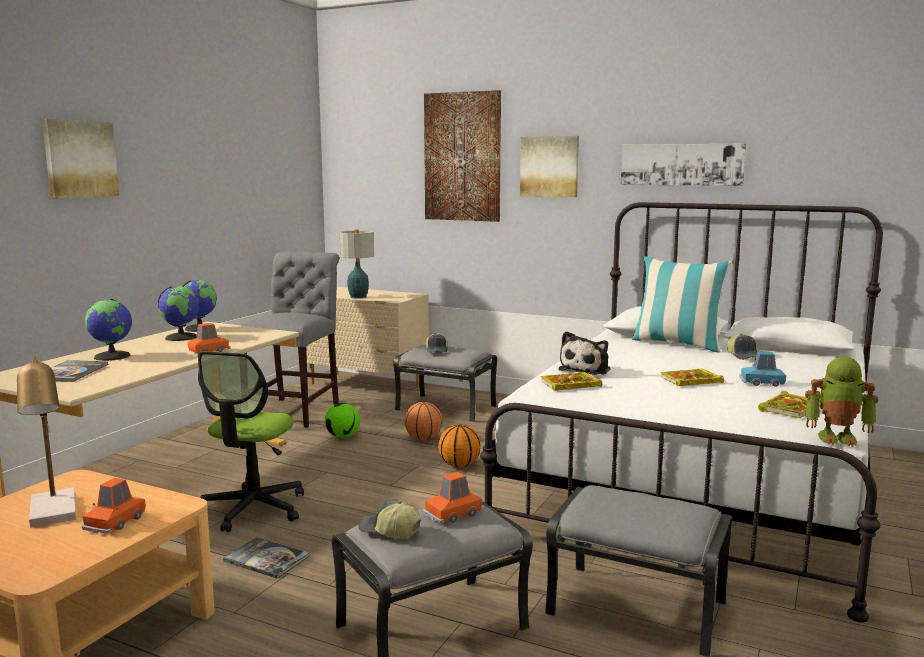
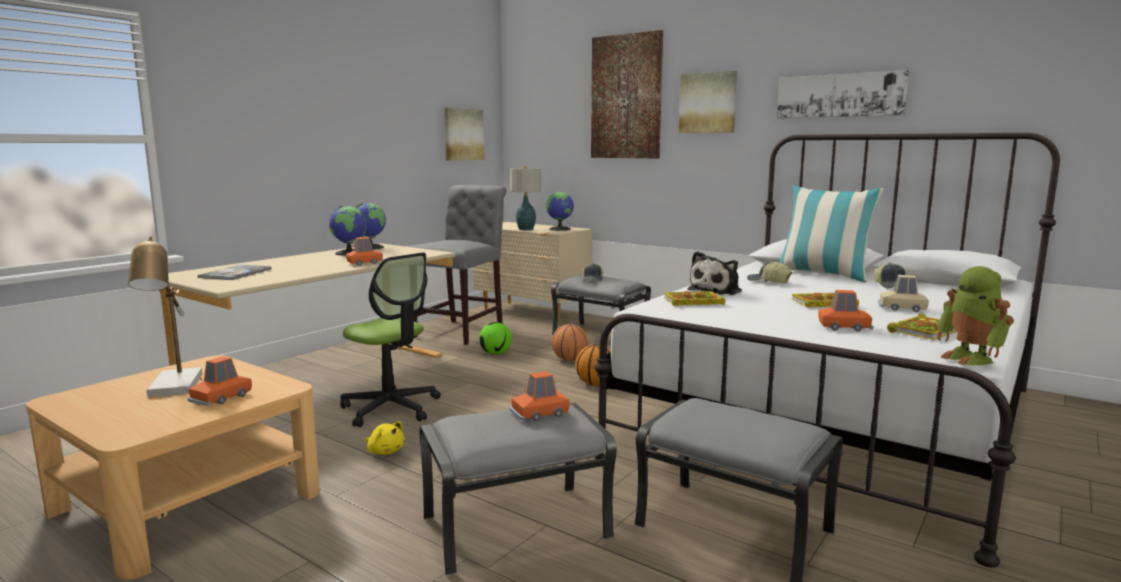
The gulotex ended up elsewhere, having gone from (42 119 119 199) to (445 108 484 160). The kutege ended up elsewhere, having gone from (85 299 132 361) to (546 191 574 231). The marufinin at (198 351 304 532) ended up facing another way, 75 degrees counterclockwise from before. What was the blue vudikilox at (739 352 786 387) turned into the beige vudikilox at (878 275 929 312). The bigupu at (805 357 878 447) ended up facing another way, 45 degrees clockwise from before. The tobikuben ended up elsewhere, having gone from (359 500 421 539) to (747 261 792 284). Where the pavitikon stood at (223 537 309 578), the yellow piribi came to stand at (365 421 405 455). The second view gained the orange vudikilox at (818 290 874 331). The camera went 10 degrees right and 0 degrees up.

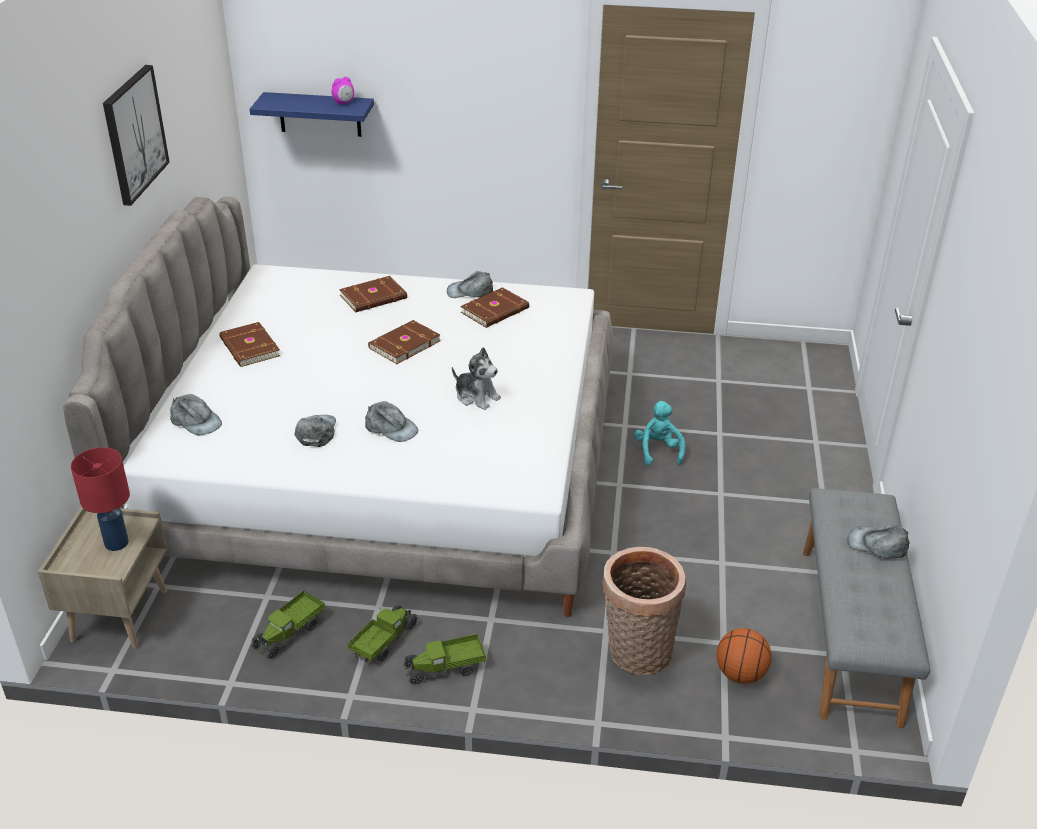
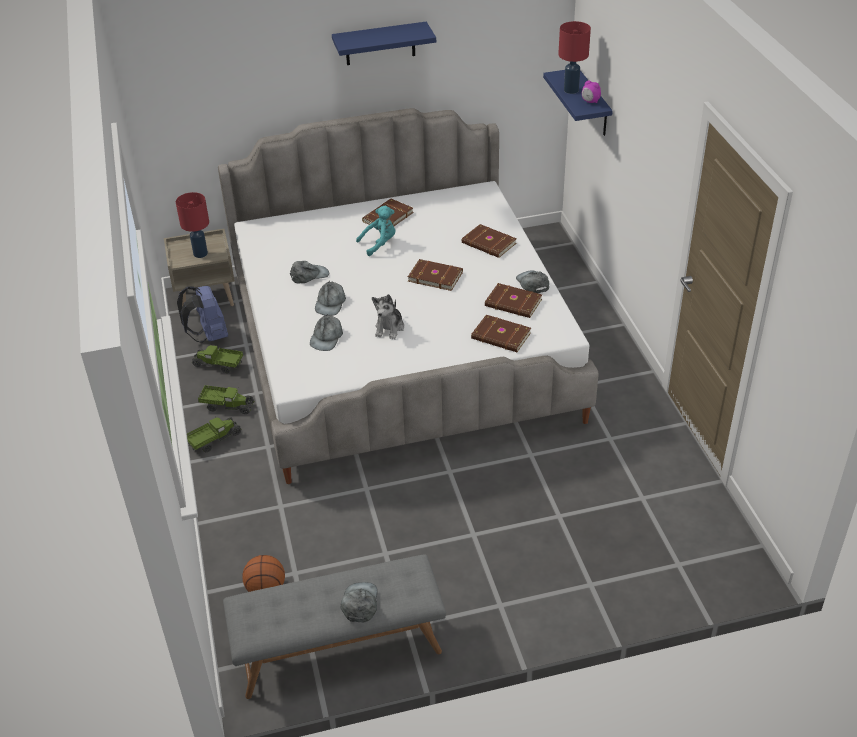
Where the gulotex hung at (103 65 170 206), the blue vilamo came to hang at (332 22 436 65). The grey tobikuben ended up elsewhere, having gone from (170 394 222 436) to (310 314 343 351). The turquoise piribi ended up elsewhere, having gone from (634 401 685 465) to (356 206 395 256). The second view lost the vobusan at (602 547 686 675). The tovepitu at (403 634 486 685) ended up facing another way, 90 degrees clockwise from before. The second view gained the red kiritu at (558 21 591 94). The second view gained the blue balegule at (177 286 228 343). The second view gained the brown pavitikon at (471 315 531 352). The camera went 70 degrees right and 5 degrees up.

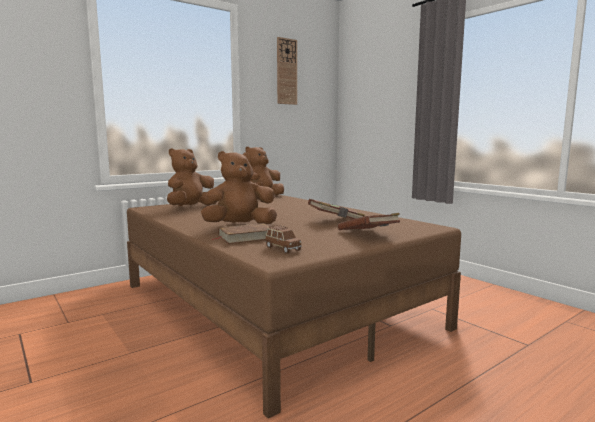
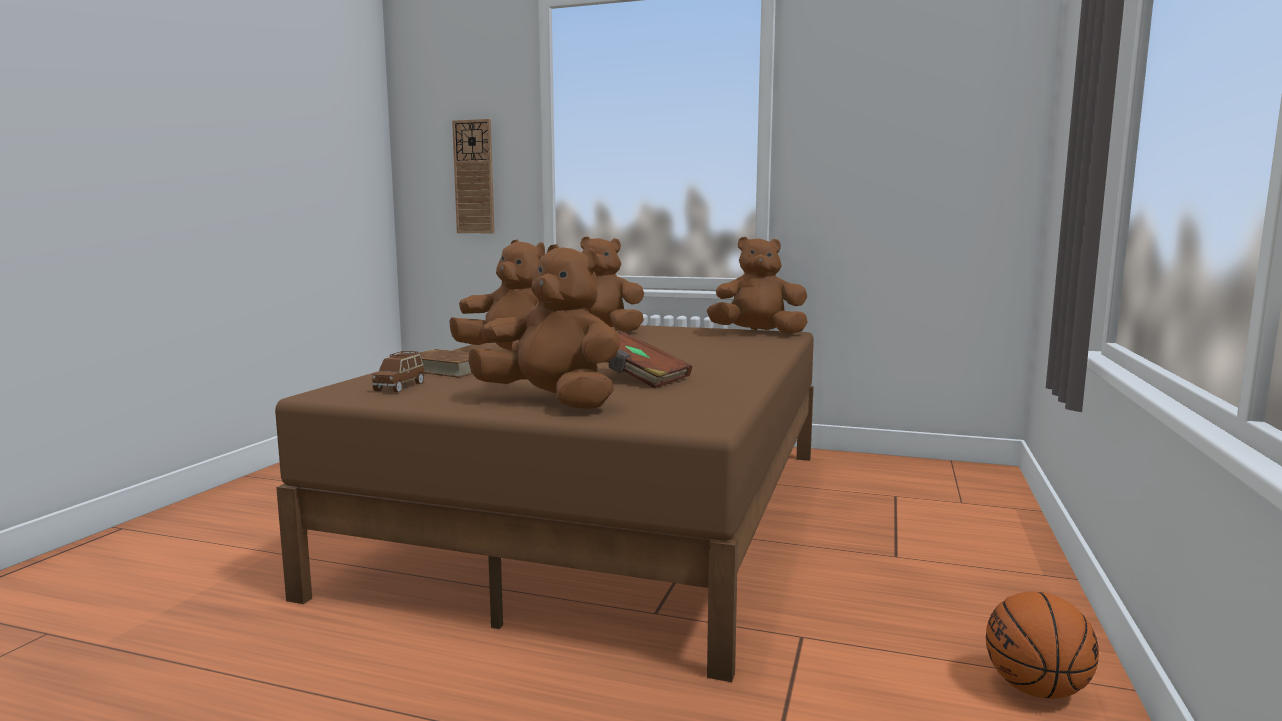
The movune ended up elsewhere, having gone from (277 37 297 105) to (452 119 495 233). Where the brown pavitikon stood at (338 213 400 230), the brown piribi came to stand at (468 244 620 409). The second view gained the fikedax at (986 592 1099 699). The camera went 55 degrees right and 0 degrees up.

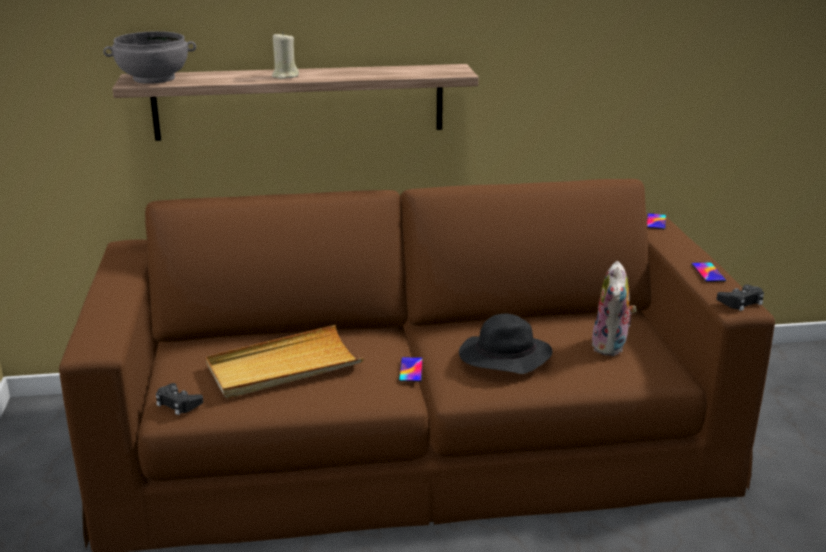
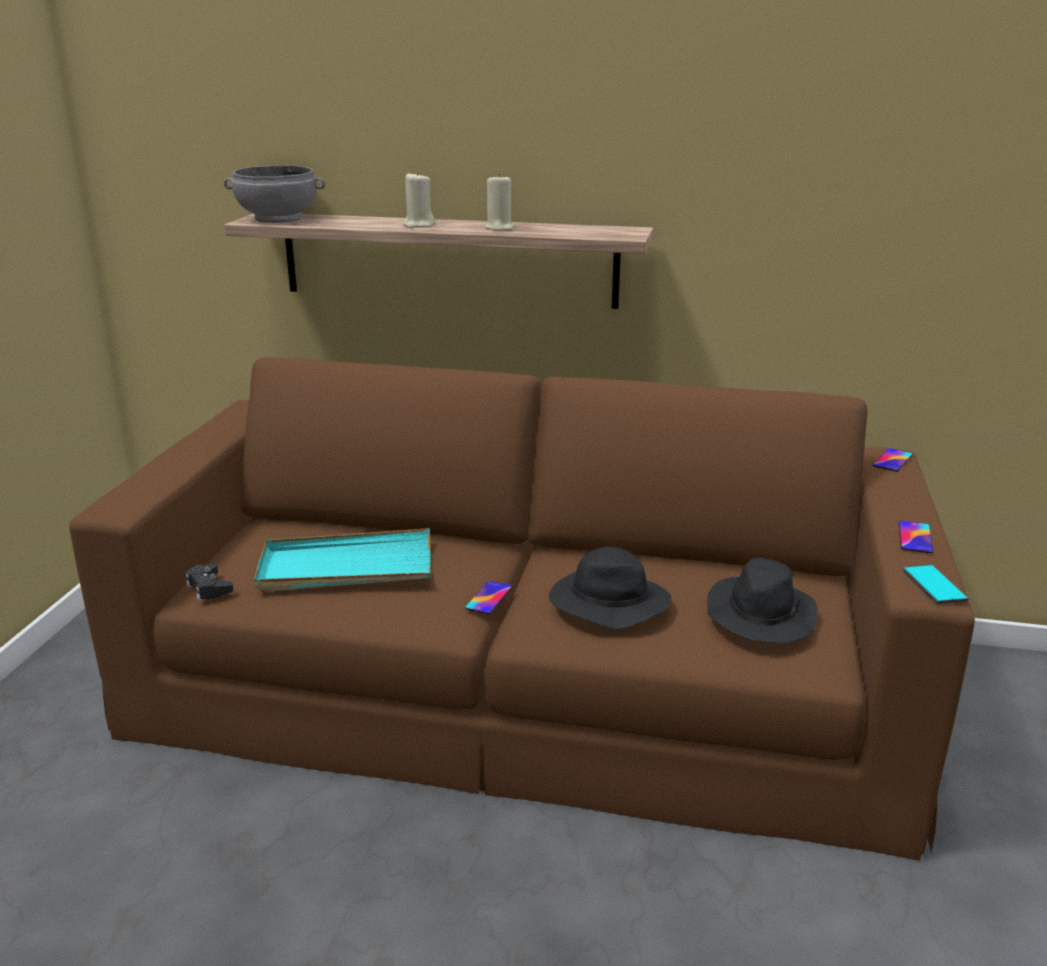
Where the piribi stood at (591 261 637 356), the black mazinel came to stand at (707 558 817 644). Where the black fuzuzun stood at (717 284 764 311), the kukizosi came to stand at (902 564 969 604). What was the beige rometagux at (206 325 364 398) turned into the turquoise rometagux at (254 528 431 592). The second view gained the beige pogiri at (485 173 515 231). The camera went 20 degrees right and 0 degrees up.

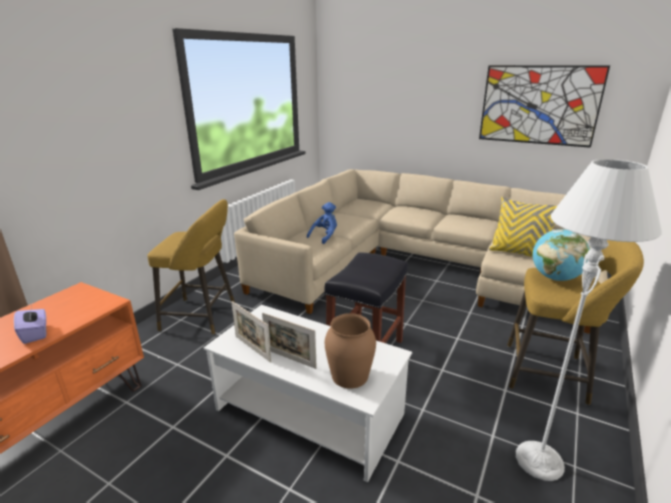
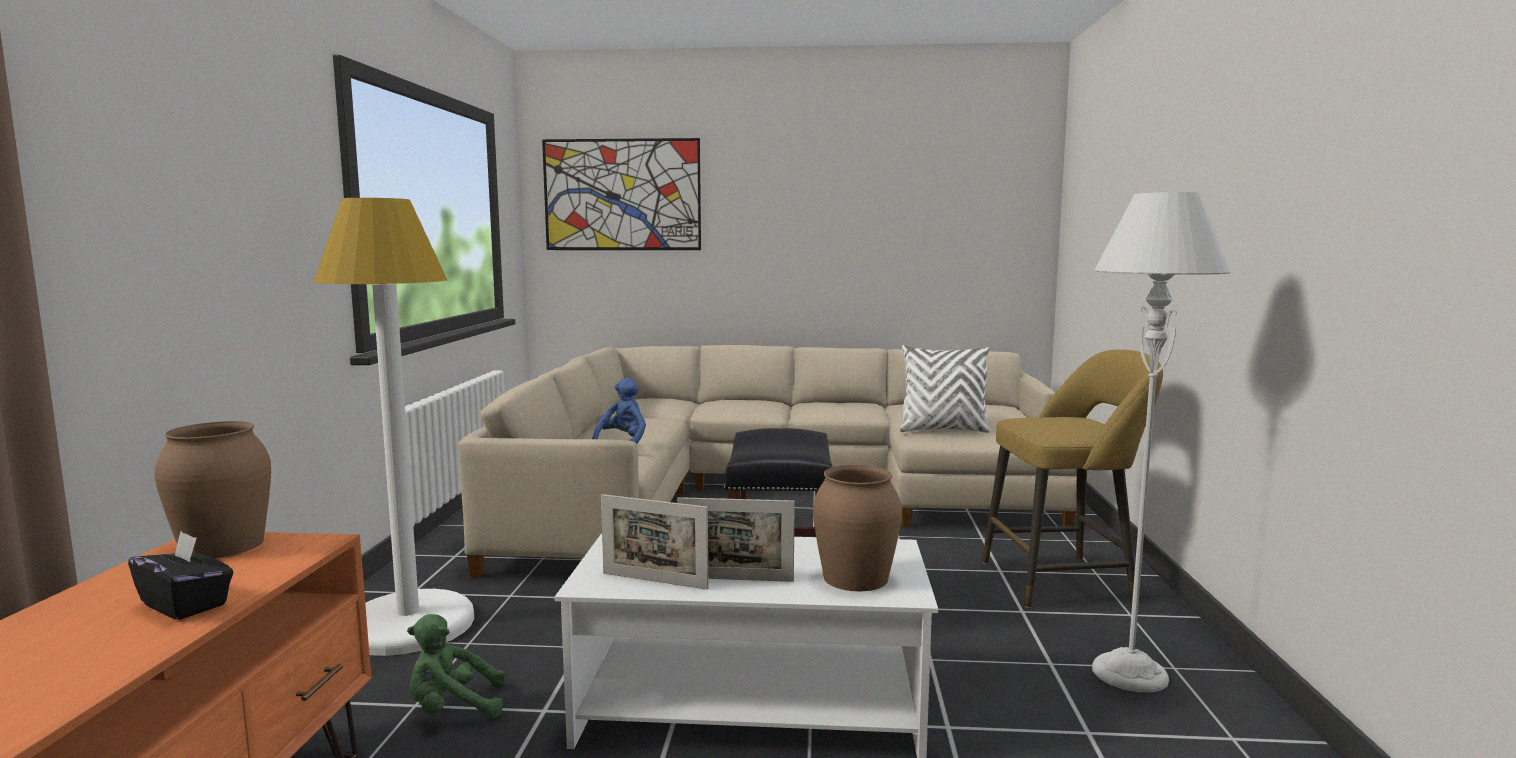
The gulotex ended up elsewhere, having gone from (479 65 610 148) to (542 138 701 250). What was the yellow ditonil at (489 196 557 257) turned into the white ditonil at (900 345 990 433). Where the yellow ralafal stood at (148 199 235 335), the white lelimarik came to stand at (314 198 474 656). The second view lost the kutege at (532 229 590 281). What was the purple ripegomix at (14 306 46 344) turned into the black ripegomix at (128 531 234 620). The second view gained the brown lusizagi at (154 421 271 558). The second view gained the green piribi at (407 614 505 719). The camera went 25 degrees left and 15 degrees down.

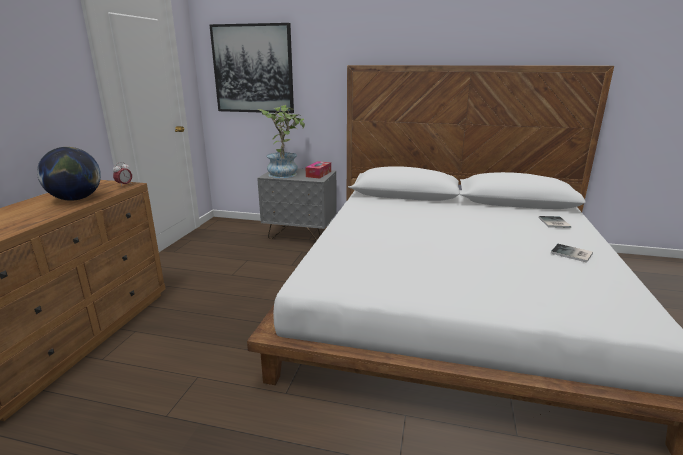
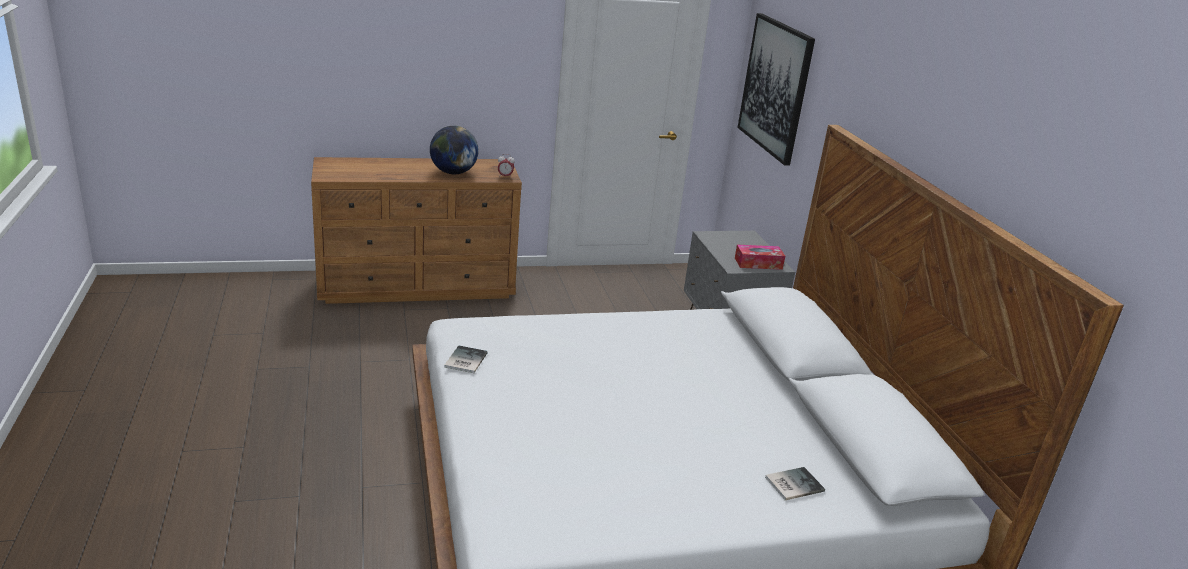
The second view lost the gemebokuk at (257 105 305 178). The pavitikon ended up elsewhere, having gone from (551 244 593 263) to (444 345 488 373). The camera went 60 degrees right and 5 degrees up.

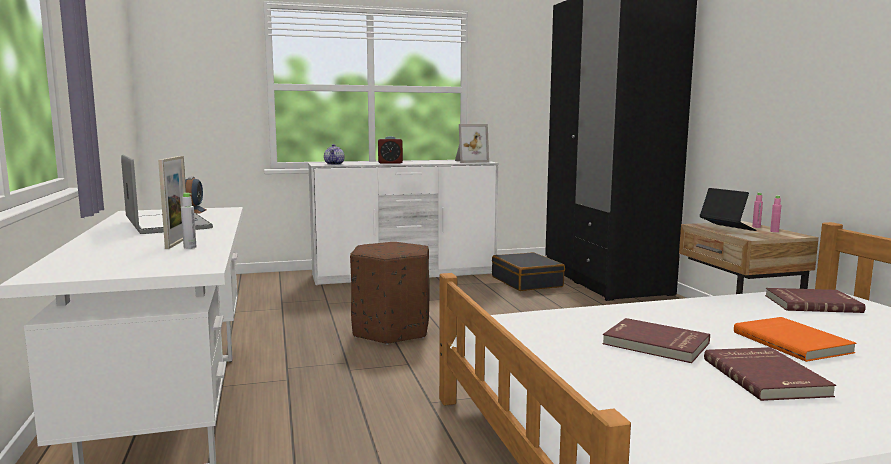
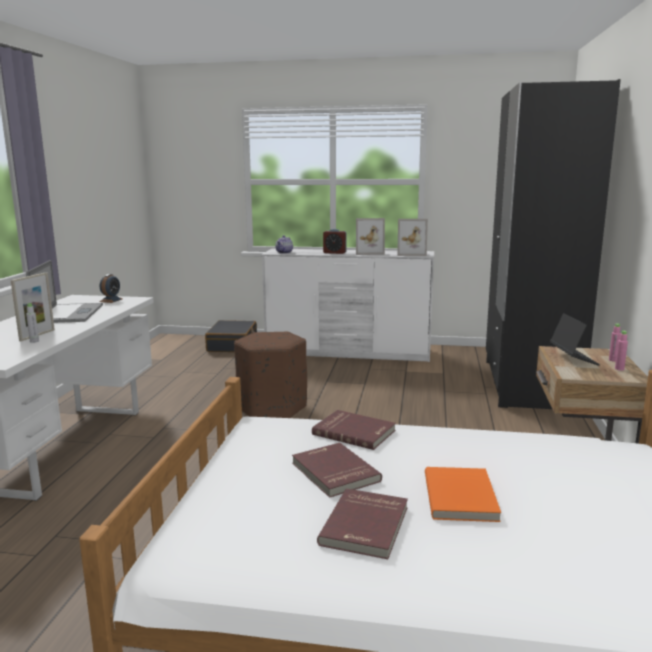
The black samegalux ended up elsewhere, having gone from (492 252 565 291) to (205 320 257 352). The red pavitikon ended up elsewhere, having gone from (765 288 866 313) to (312 410 396 450). The second view gained the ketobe at (356 218 385 255). The camera went 25 degrees right and 5 degrees up.

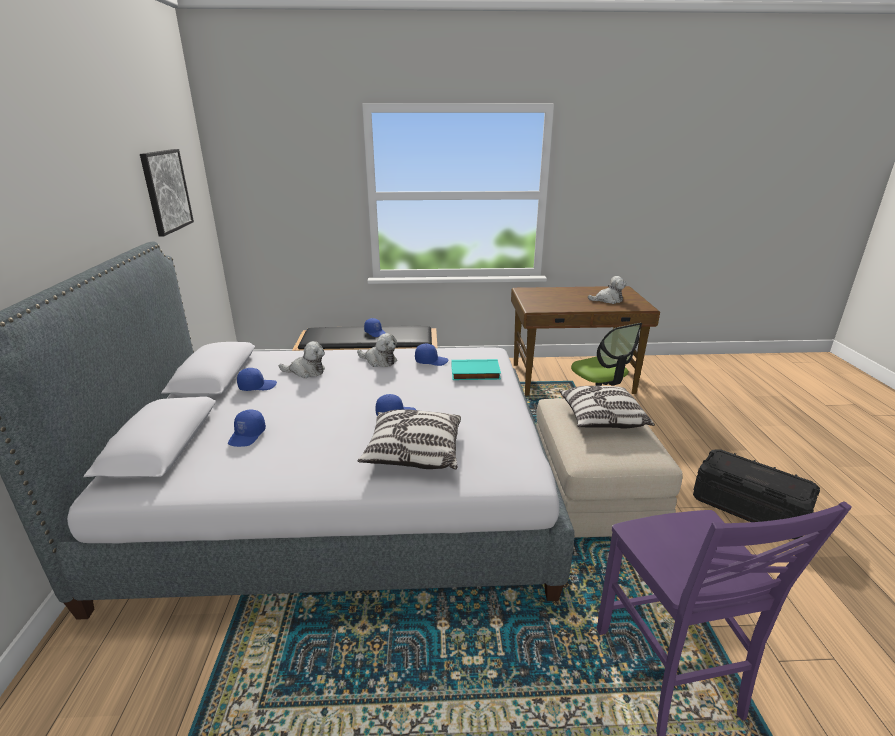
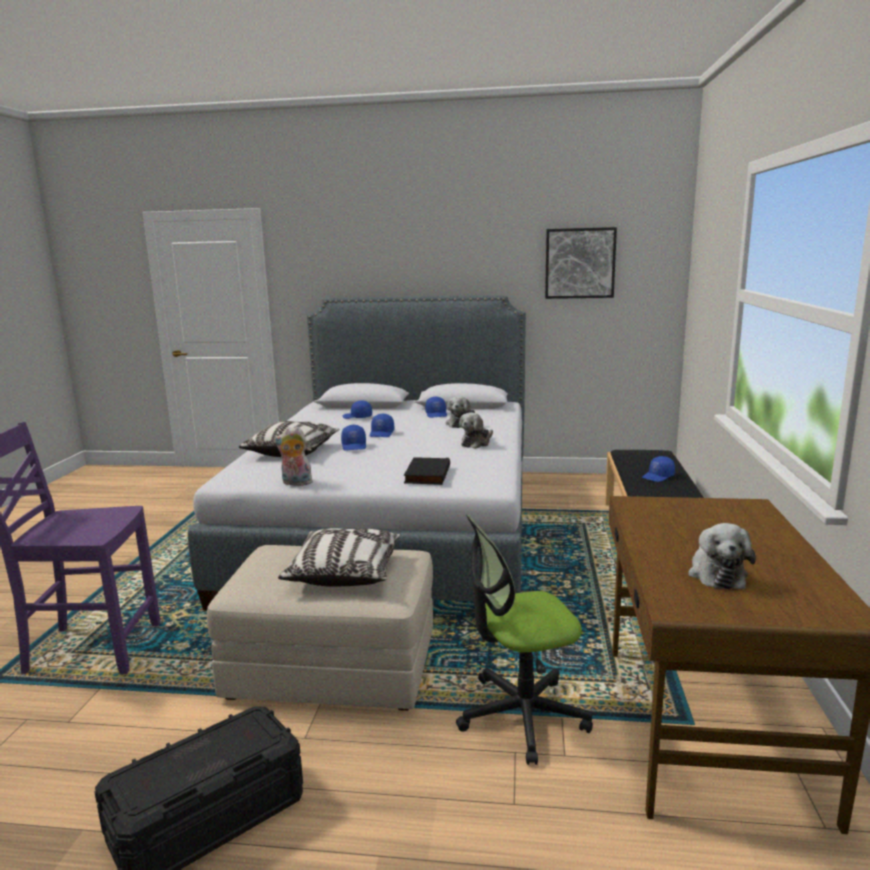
The blue tobikuben ended up elsewhere, having gone from (415 344 448 366) to (370 413 394 437). What was the turquoise pavitikon at (451 359 501 380) turned into the black pavitikon at (404 457 450 485). The second view gained the piribi at (274 426 313 486). The camera went 100 degrees right and 10 degrees down.

